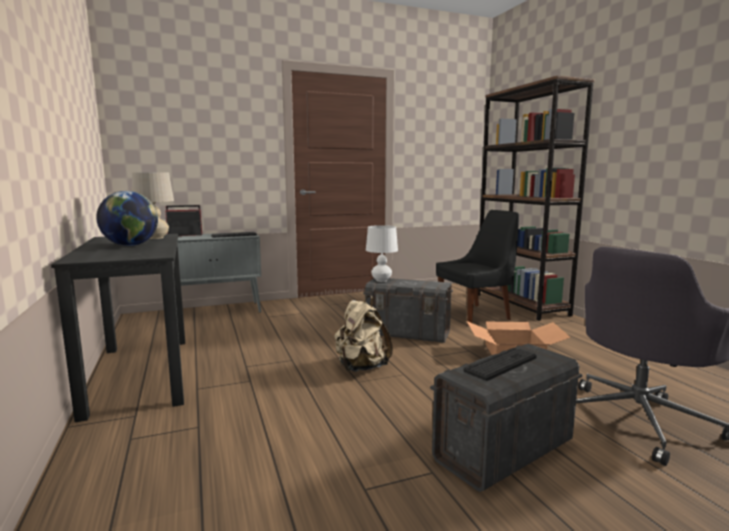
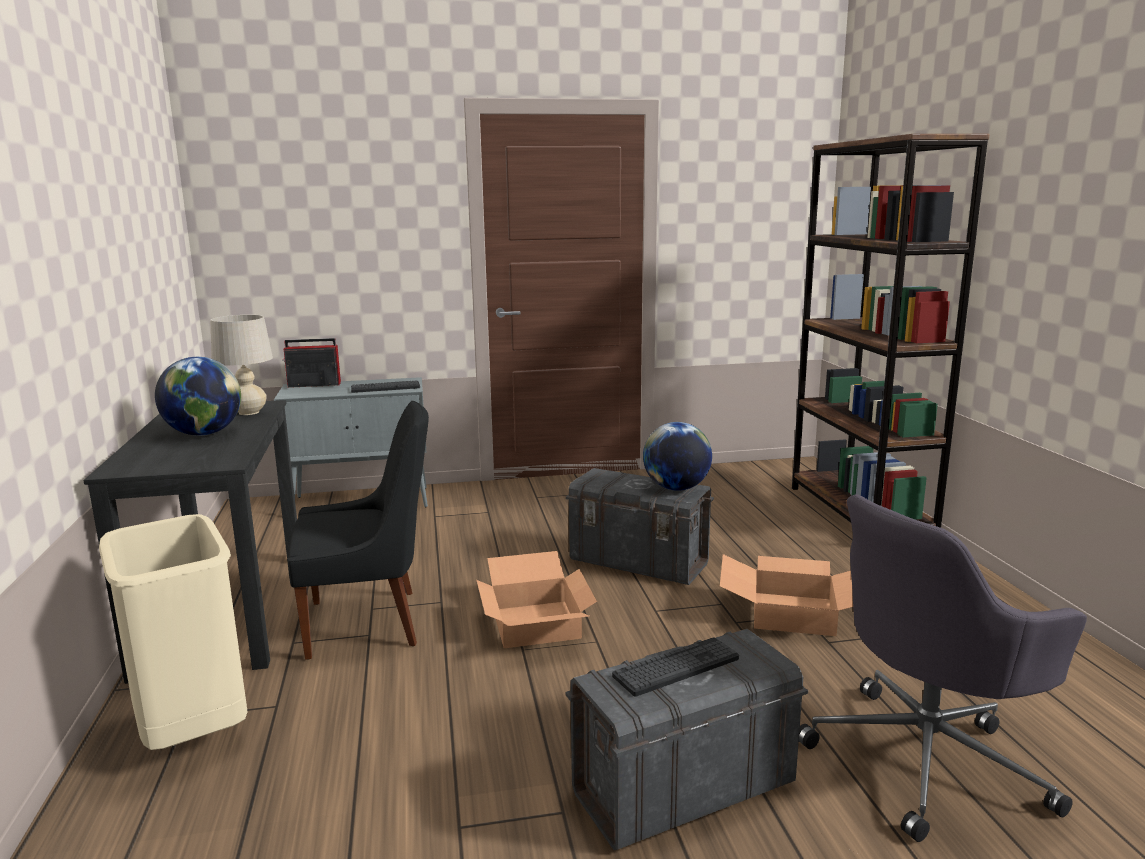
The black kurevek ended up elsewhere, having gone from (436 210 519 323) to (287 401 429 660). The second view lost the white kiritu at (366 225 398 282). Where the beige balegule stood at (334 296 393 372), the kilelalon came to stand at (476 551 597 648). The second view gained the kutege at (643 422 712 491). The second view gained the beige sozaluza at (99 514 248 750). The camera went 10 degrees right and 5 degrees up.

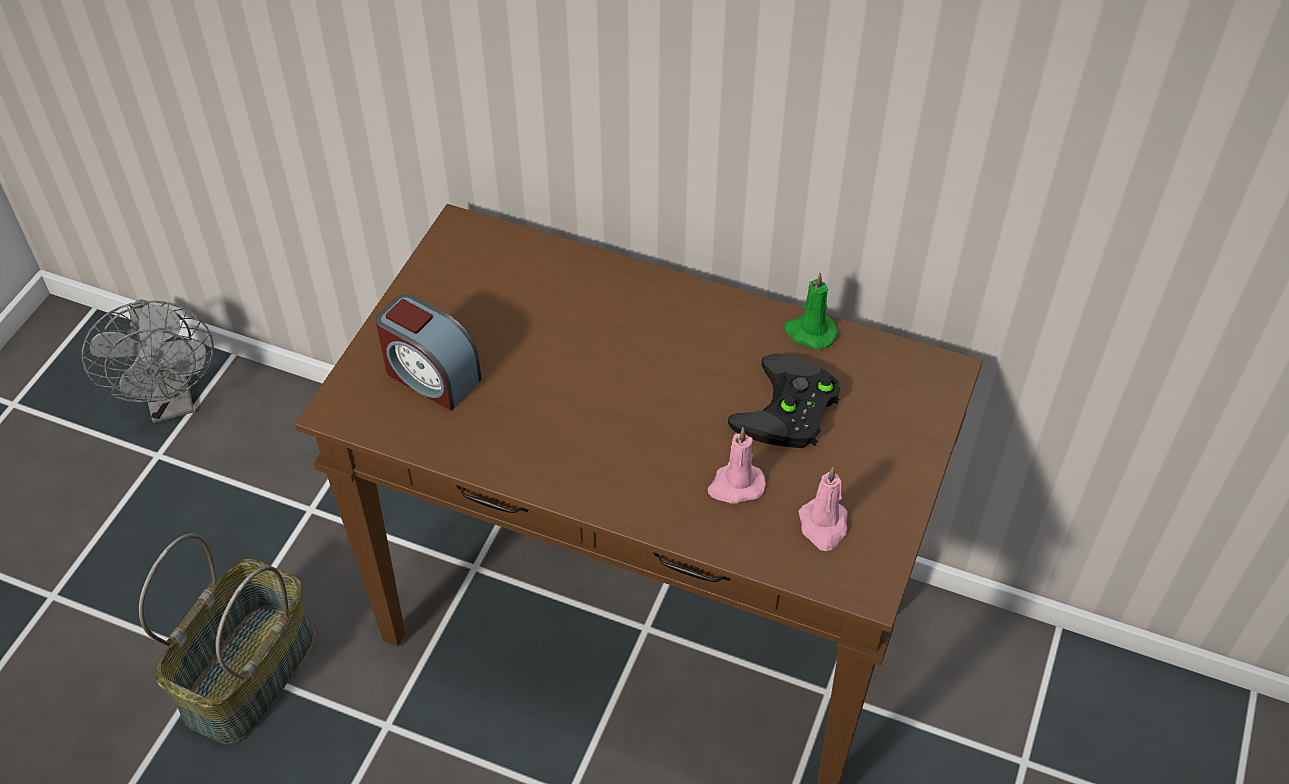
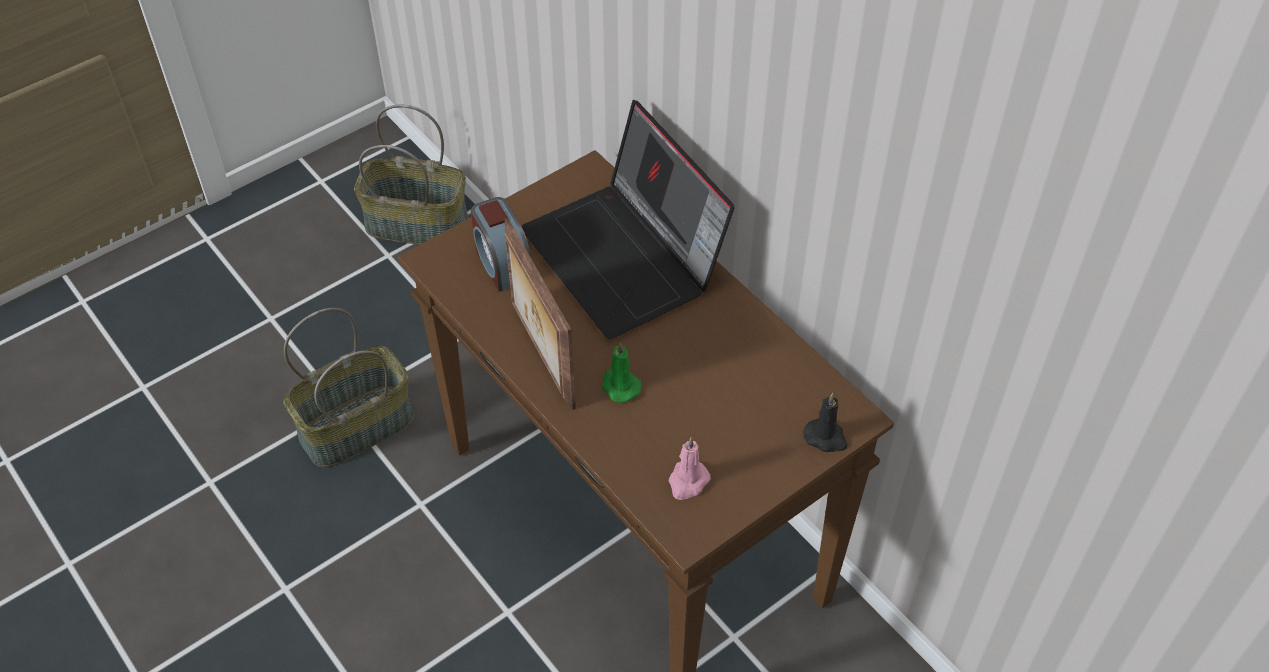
The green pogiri ended up elsewhere, having gone from (784 273 838 349) to (602 342 642 403). Where the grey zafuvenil stood at (82 299 214 423), the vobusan came to stand at (354 104 469 245). The second view lost the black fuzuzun at (728 353 840 448). The second view lost the pink pogiri at (708 428 766 504). The second view gained the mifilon at (522 100 735 339). The second view gained the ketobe at (505 218 576 410). The second view gained the black pogiri at (803 393 847 452). The camera went 30 degrees right and 0 degrees up.

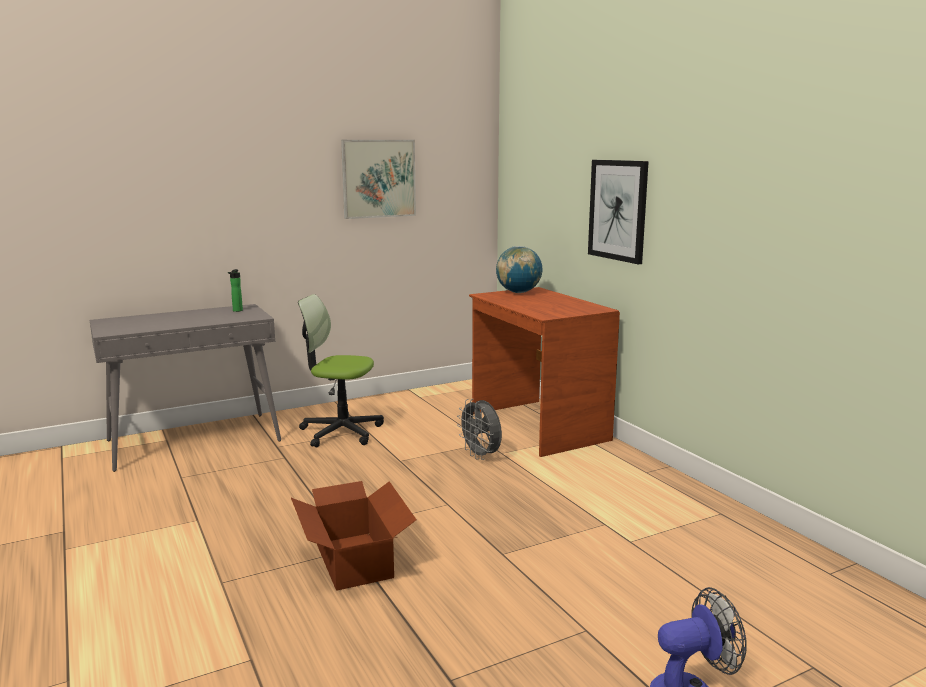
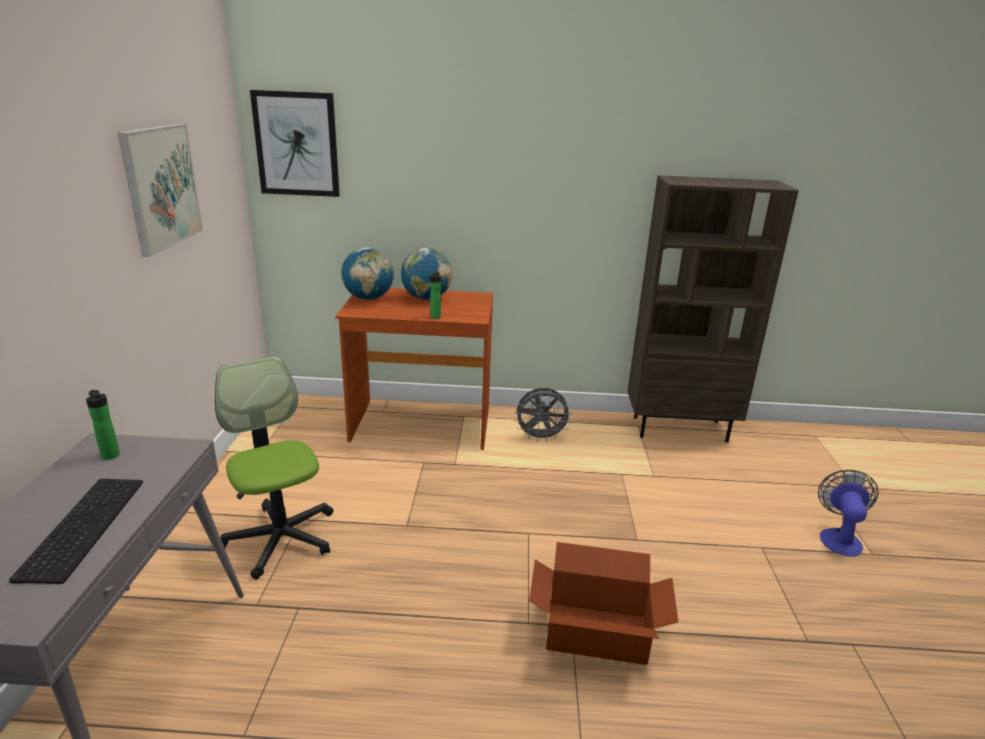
The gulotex ended up elsewhere, having gone from (588 160 649 264) to (250 90 340 197). The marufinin at (298 294 384 448) ended up facing another way, 105 degrees clockwise from before. The grey zafuvenil ended up elsewhere, having gone from (457 399 502 460) to (514 388 573 442). The second view gained the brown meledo at (627 175 799 443). The second view gained the kutege at (401 248 452 300). The second view gained the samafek at (428 272 441 319). The second view gained the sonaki at (9 479 143 584). The camera went 60 degrees left and 10 degrees up.

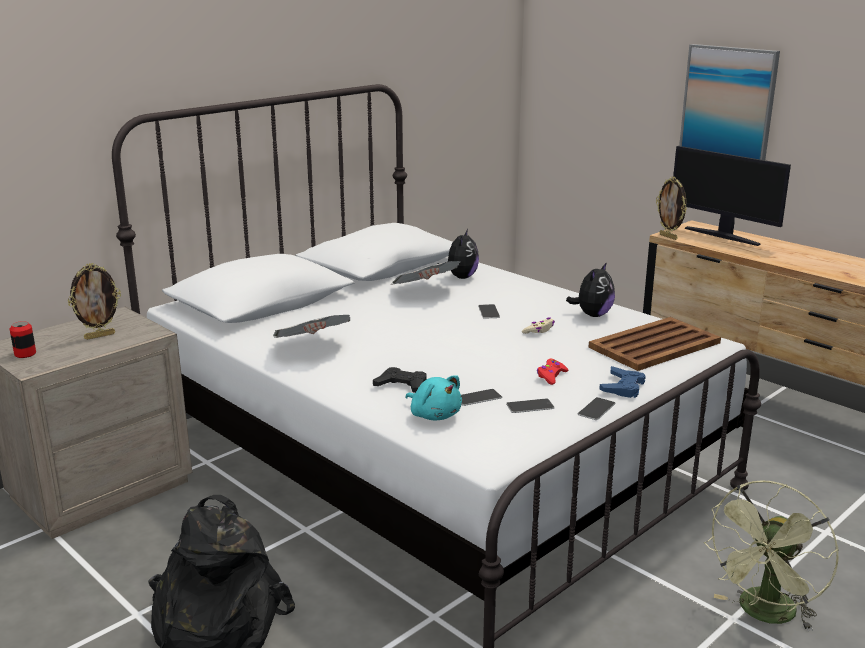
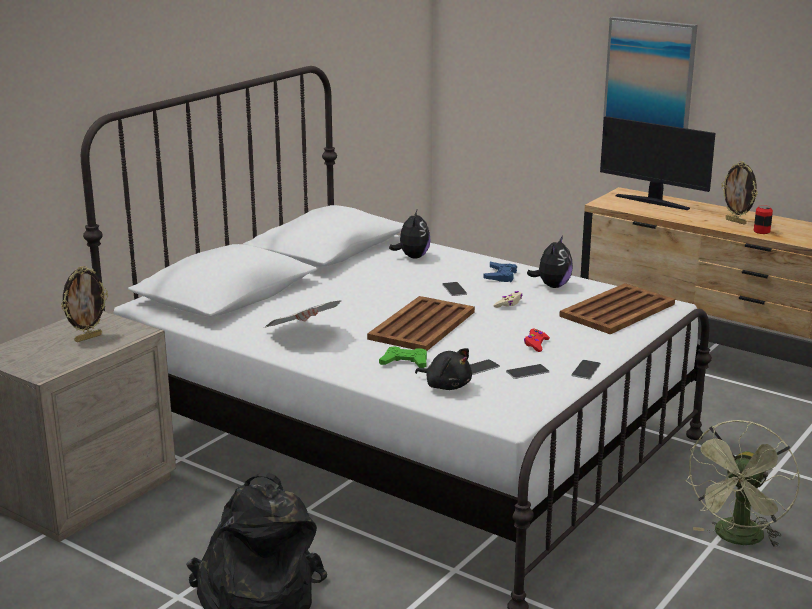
The ketobe ended up elsewhere, having gone from (656 176 687 240) to (721 161 758 225). The second view lost the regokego at (392 261 461 284). The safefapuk ended up elsewhere, having gone from (10 321 36 358) to (754 205 773 234). The blue fuzuzun ended up elsewhere, having gone from (599 366 646 398) to (484 262 517 282). What was the black fuzuzun at (373 367 427 393) turned into the green fuzuzun at (379 346 427 368). What was the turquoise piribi at (405 375 462 421) turned into the black piribi at (415 348 472 390). The second view gained the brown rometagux at (367 296 475 351). The camera went 10 degrees left and 0 degrees up.

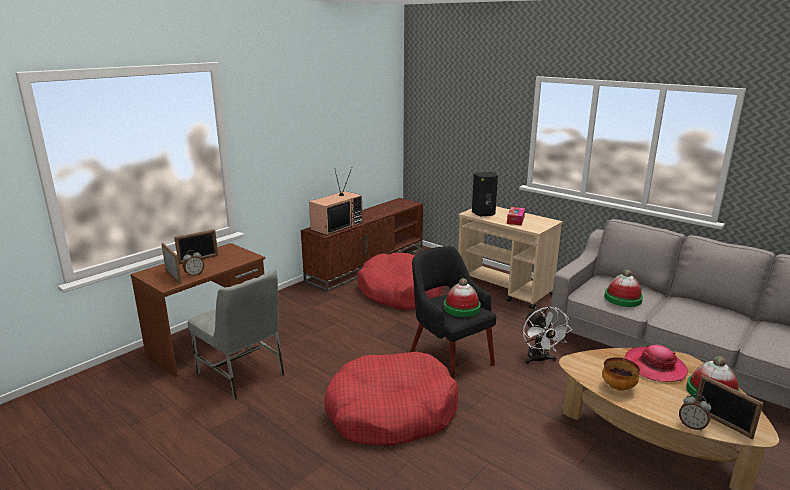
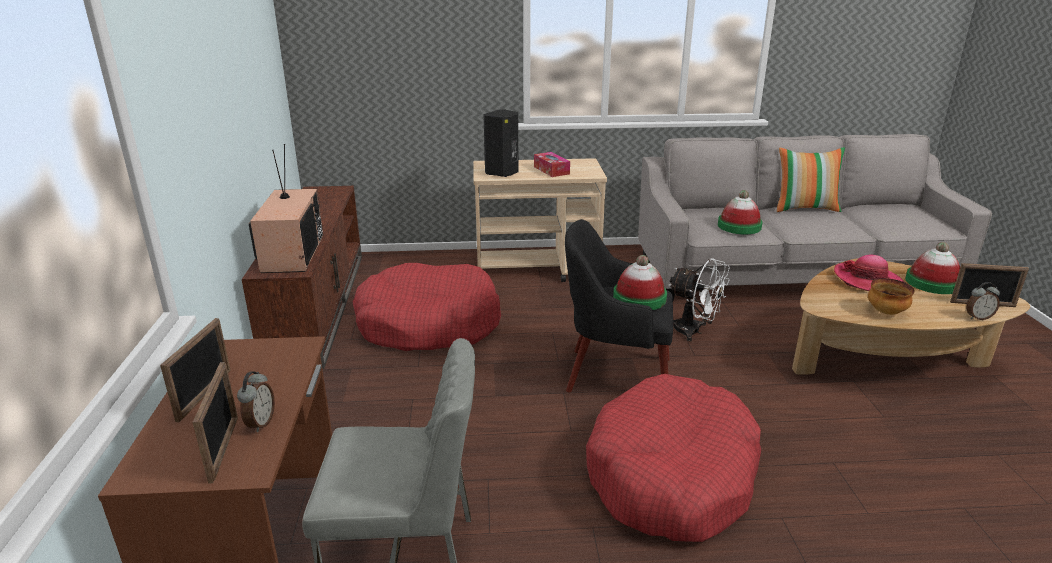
The ketobe at (161 243 182 284) ended up facing another way, 75 degrees clockwise from before. The second view gained the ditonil at (777 147 845 212). The camera went 45 degrees left and 5 degrees up.

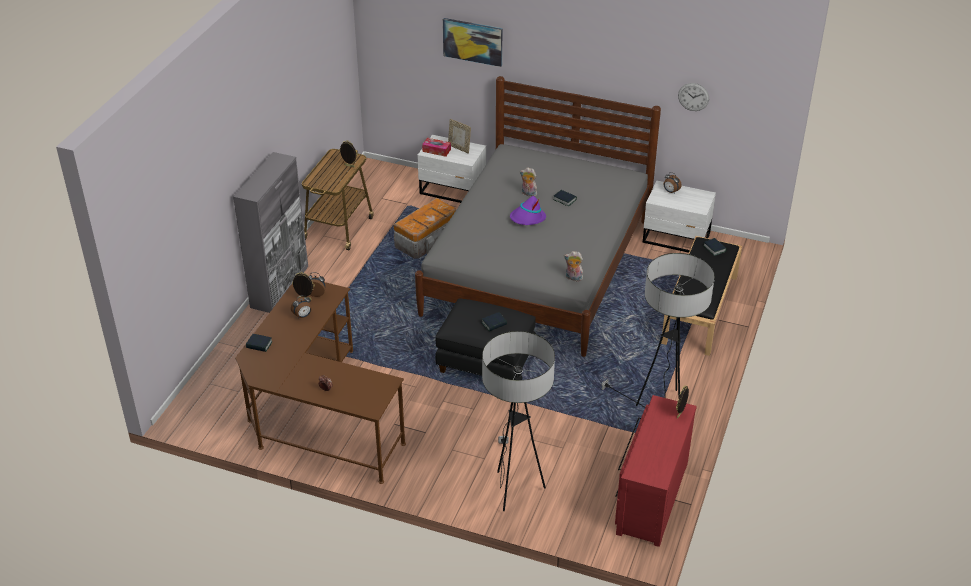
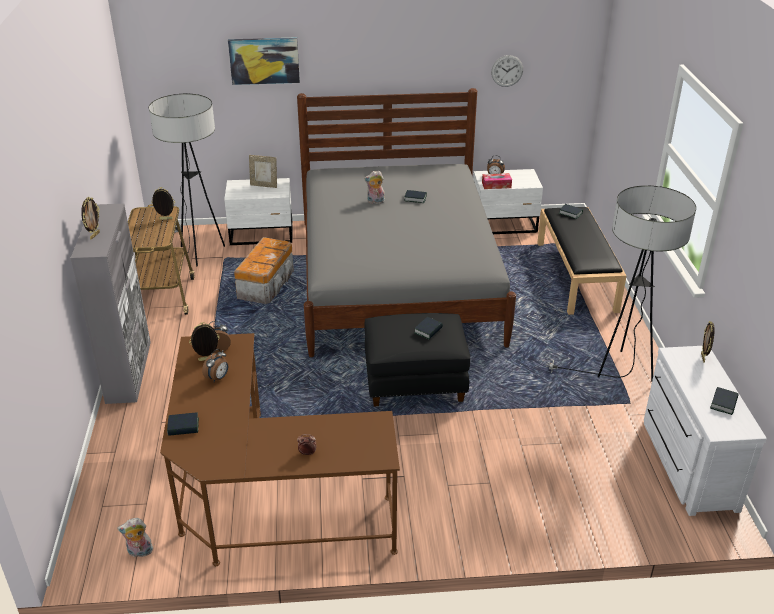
The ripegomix ended up elsewhere, having gone from (422 138 451 157) to (482 173 512 189). The second view lost the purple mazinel at (510 196 546 225). The piribi ended up elsewhere, having gone from (564 251 583 282) to (117 518 153 557). The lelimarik ended up elsewhere, having gone from (482 331 555 511) to (149 94 225 267). What was the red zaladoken at (615 395 697 547) turned into the white zaladoken at (644 346 767 516). The second view gained the ketobe at (81 197 100 240). The second view gained the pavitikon at (710 387 738 415). The camera went 25 degrees left and 5 degrees down.

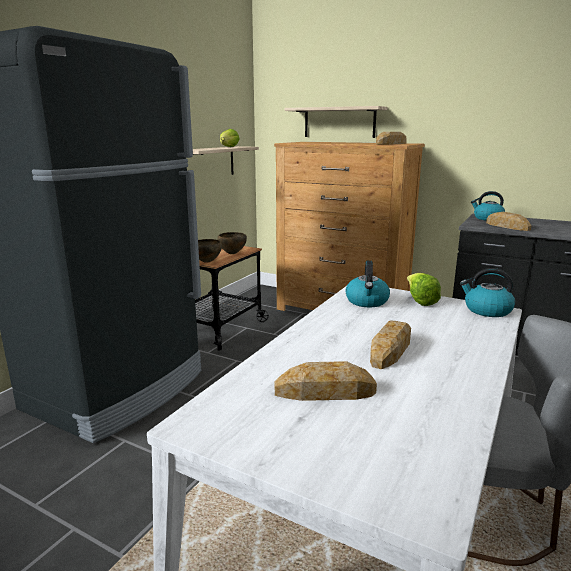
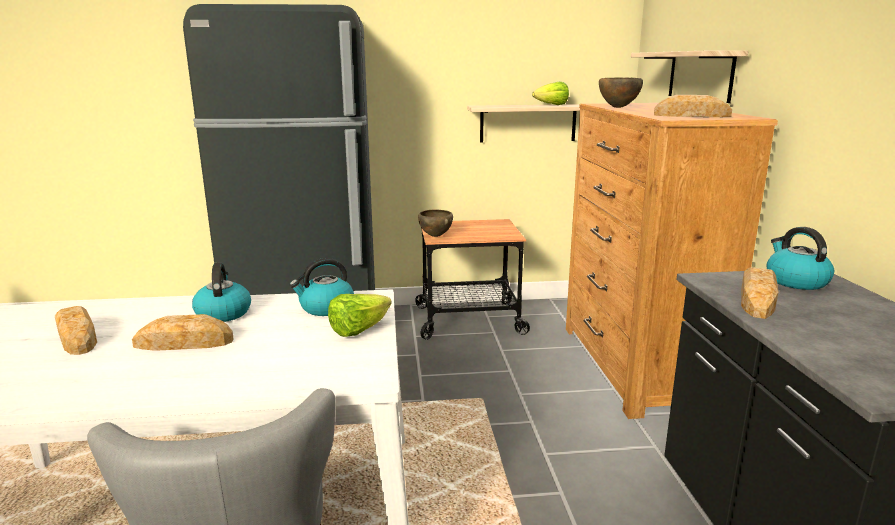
The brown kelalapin ended up elsewhere, having gone from (217 232 247 254) to (599 78 643 108). The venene ended up elsewhere, having gone from (460 268 515 317) to (192 262 251 322). The camera went 55 degrees right and 0 degrees up.

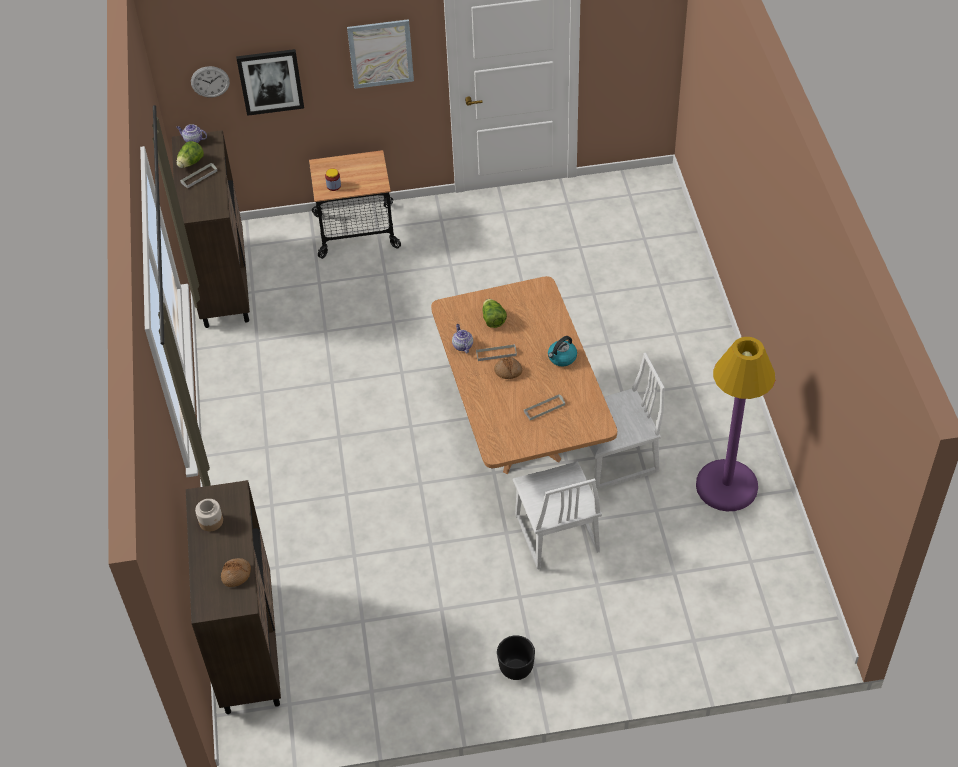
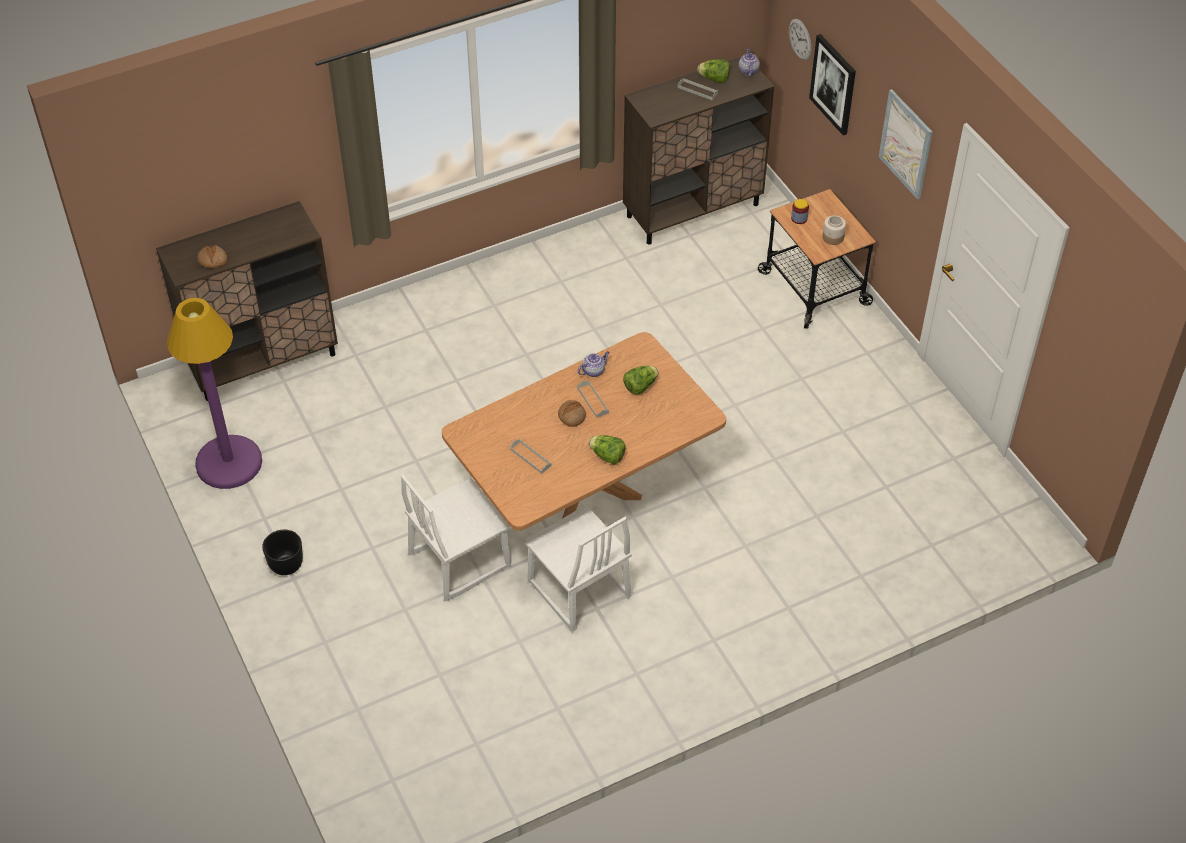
Where the venene stood at (548 336 577 367), the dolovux came to stand at (589 435 626 465). The purple lelimarik ended up elsewhere, having gone from (696 337 775 511) to (167 298 262 489). The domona ended up elsewhere, having gone from (195 499 223 531) to (822 216 846 245). The camera went 70 degrees right and 0 degrees up.

